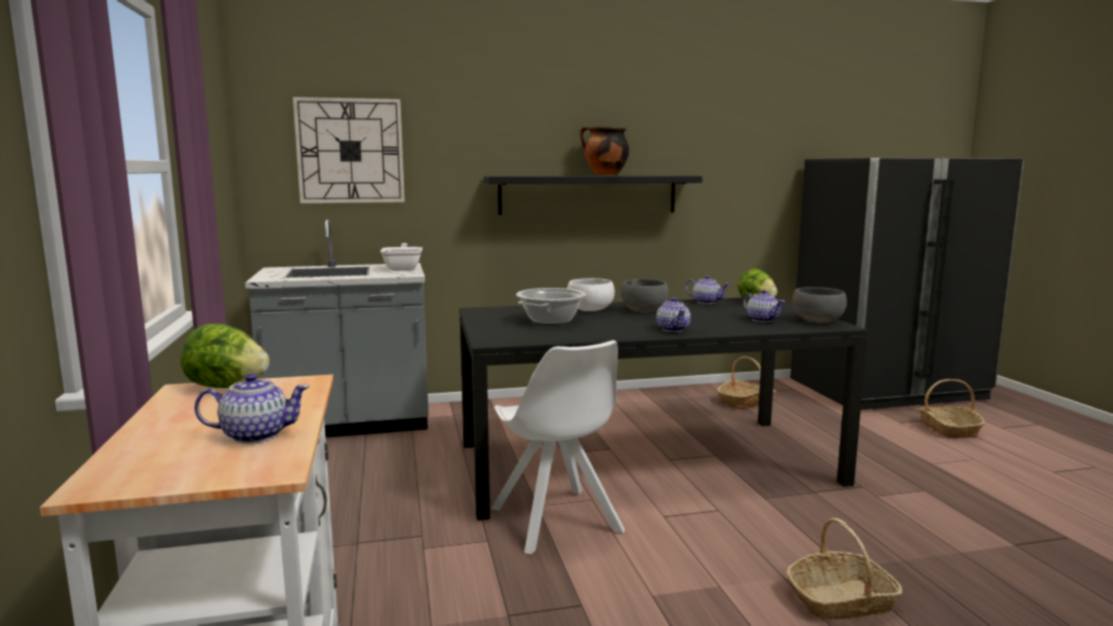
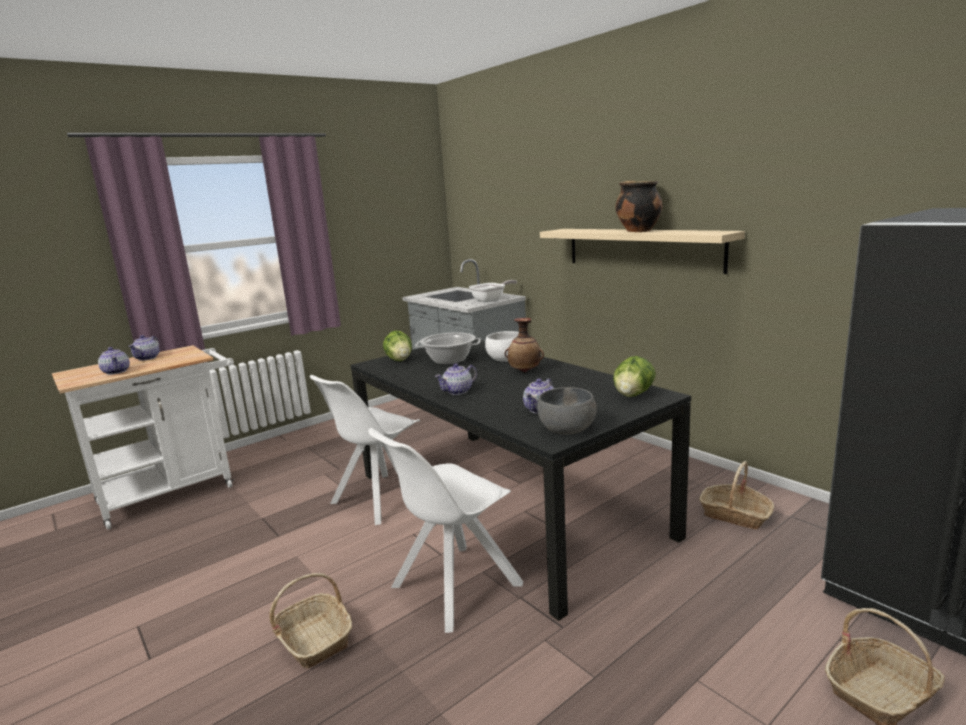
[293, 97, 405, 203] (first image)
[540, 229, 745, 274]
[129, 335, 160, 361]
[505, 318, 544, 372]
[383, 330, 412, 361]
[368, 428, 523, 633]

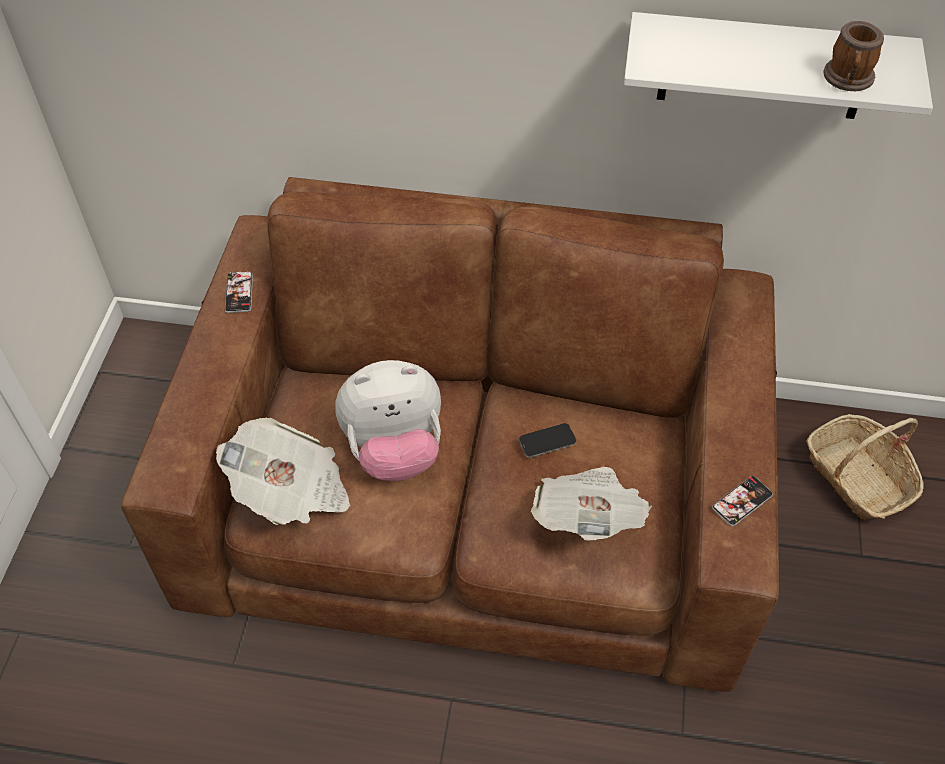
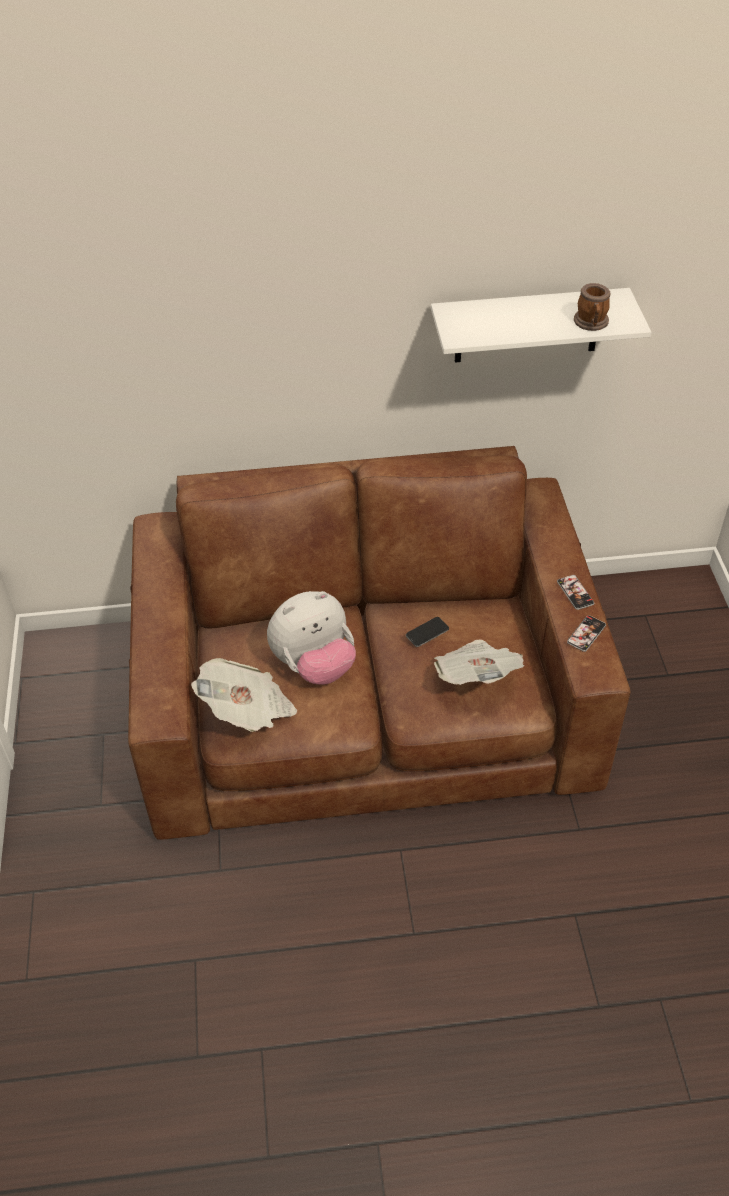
[557, 575, 594, 610]
[806, 414, 924, 520] (first image)

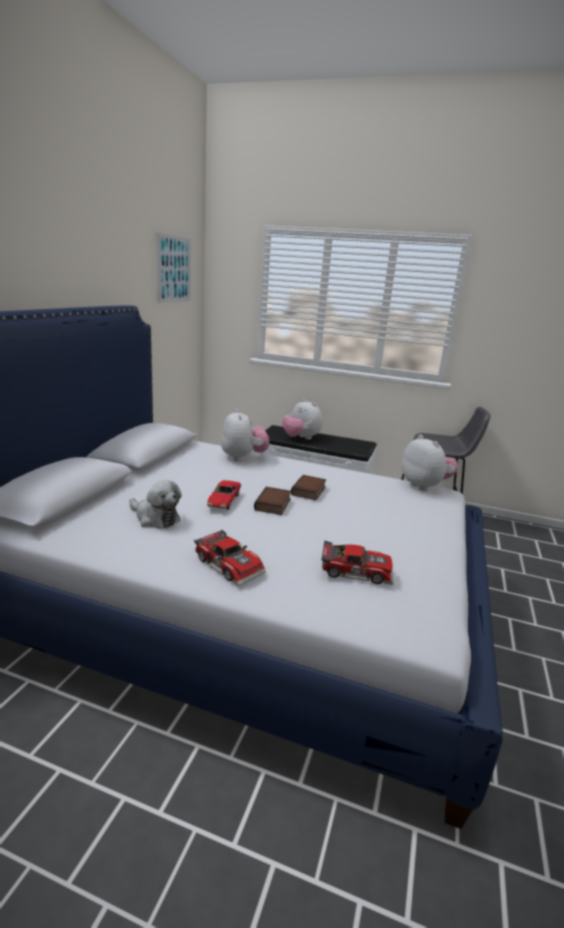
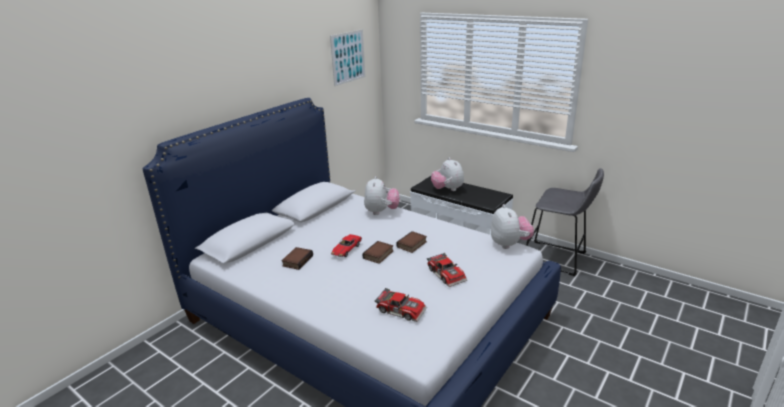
[282, 247, 313, 270]
[427, 253, 467, 287]

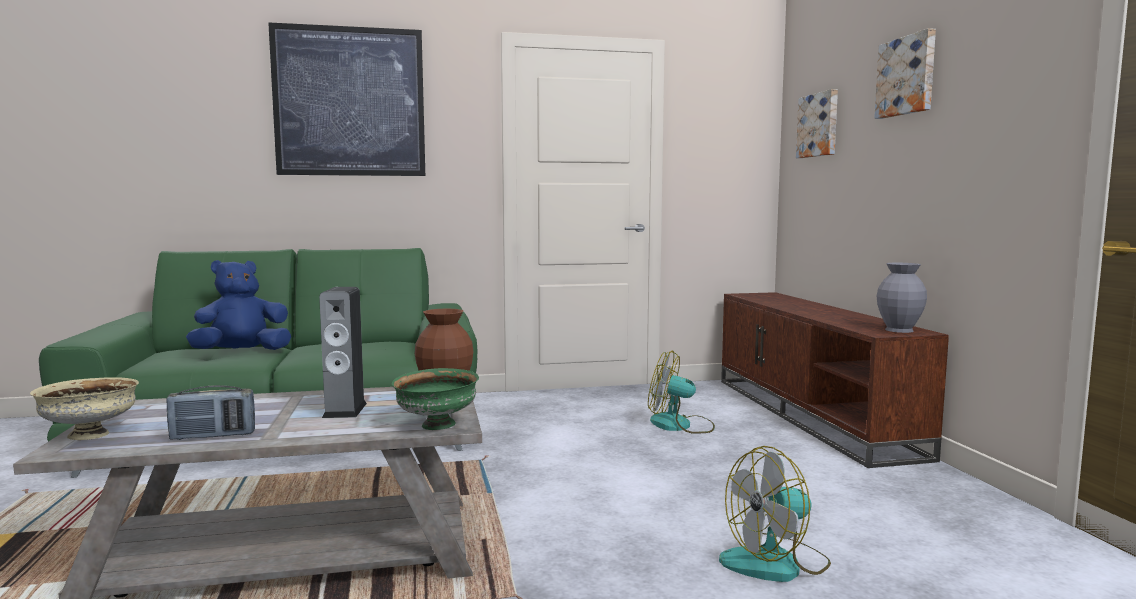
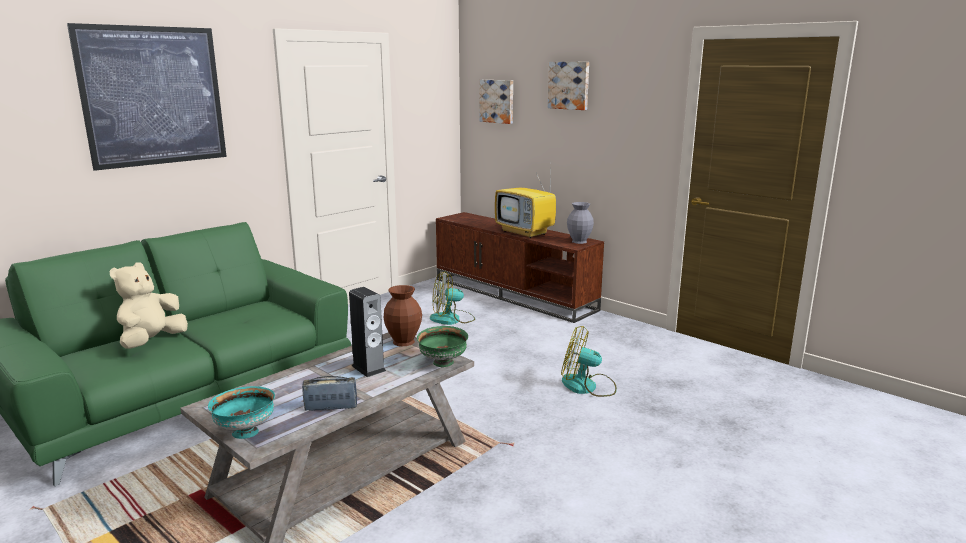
[110, 262, 188, 349]
[208, 386, 275, 439]
[302, 376, 357, 411]
[561, 326, 617, 397]
[495, 164, 556, 238]

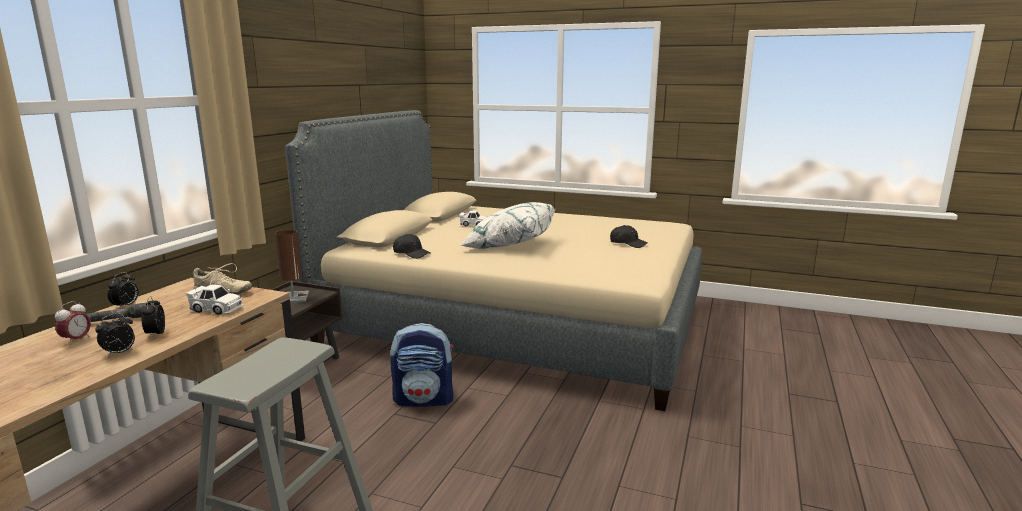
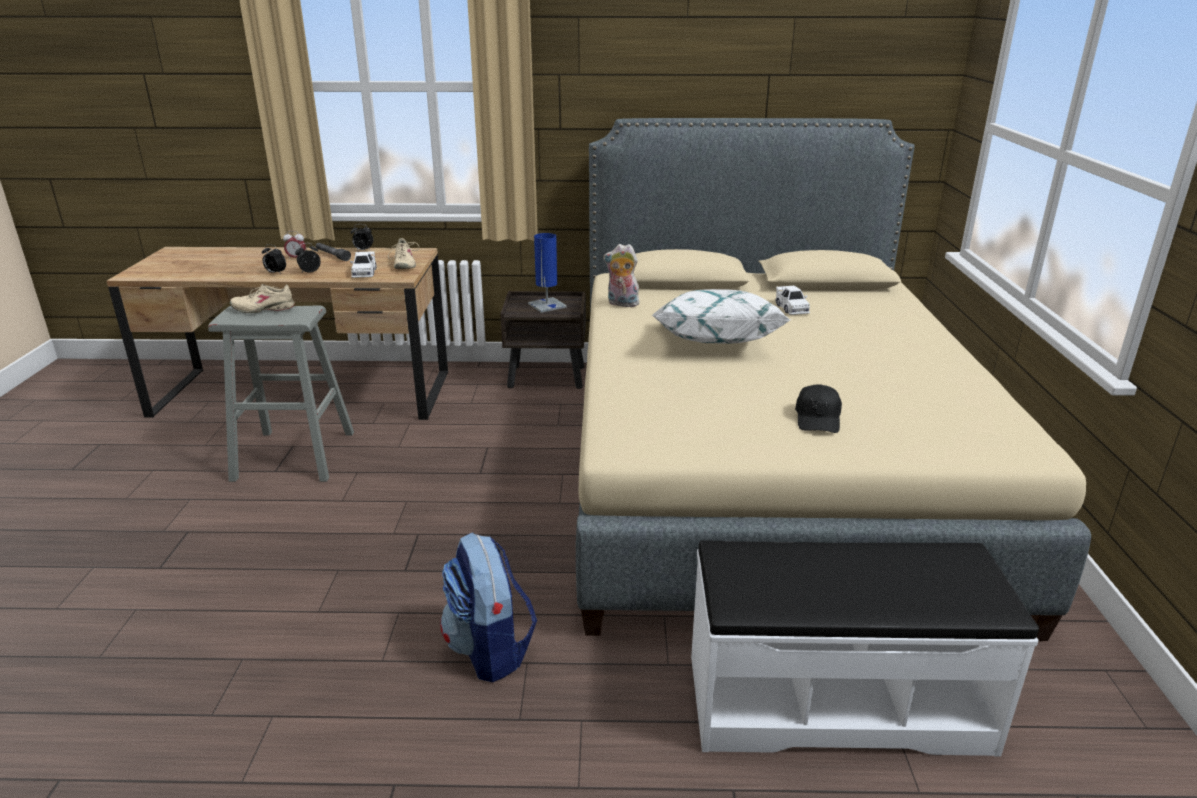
[528, 233, 567, 313]
[603, 244, 639, 307]
[440, 532, 537, 683]
[230, 284, 295, 313]
[691, 540, 1039, 756]

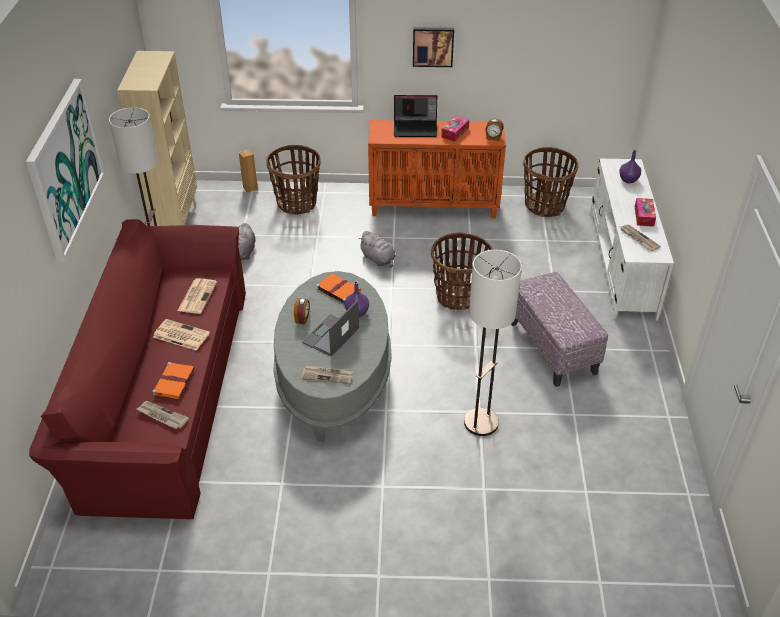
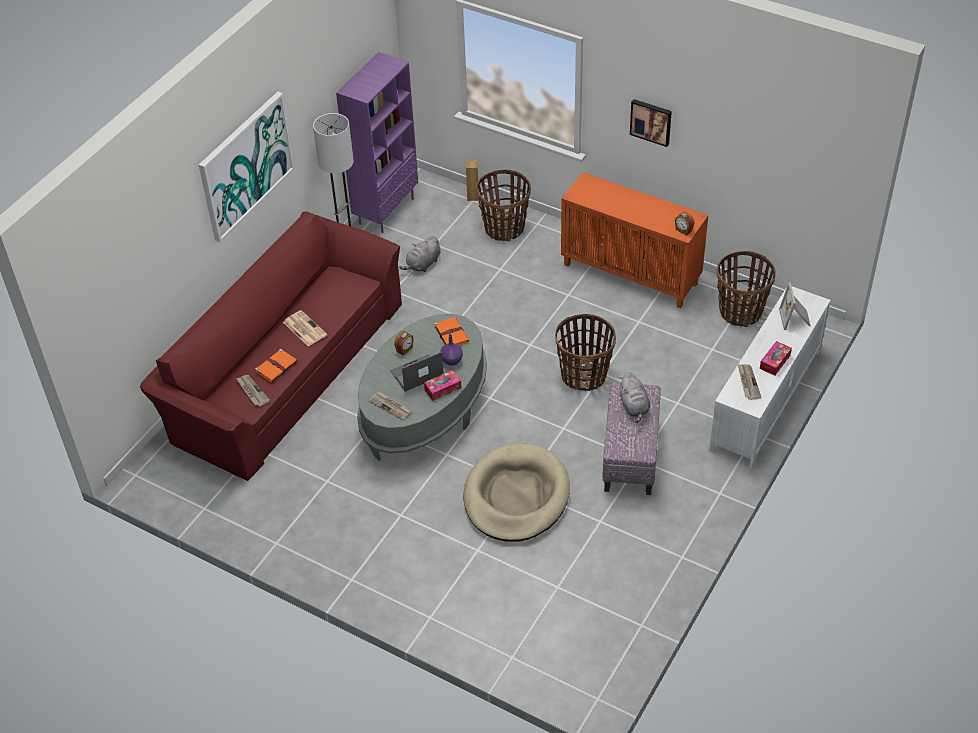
[336, 52, 418, 233]
[394, 95, 437, 137] (first image)
[424, 370, 461, 401]
[779, 282, 811, 330]
[620, 372, 650, 423]
[464, 443, 570, 542]
[177, 278, 217, 314] (first image)

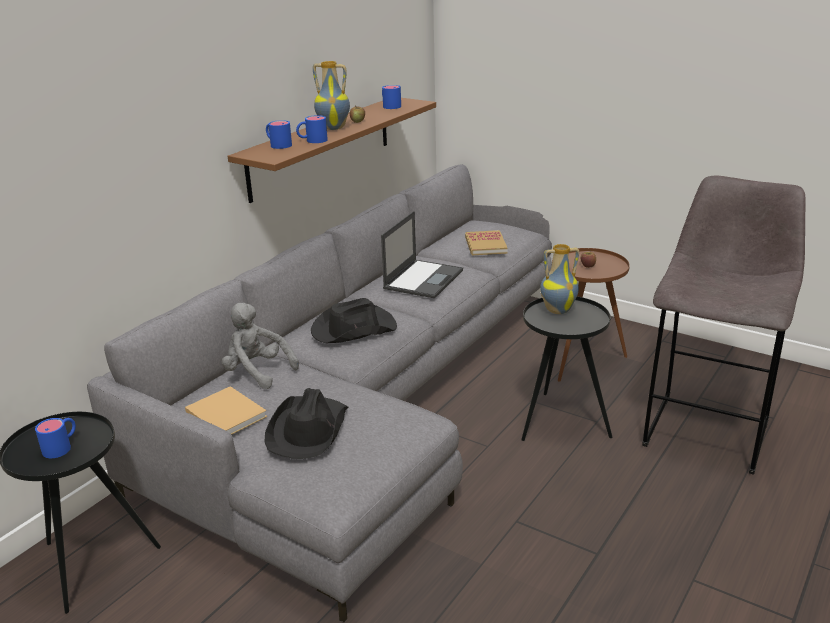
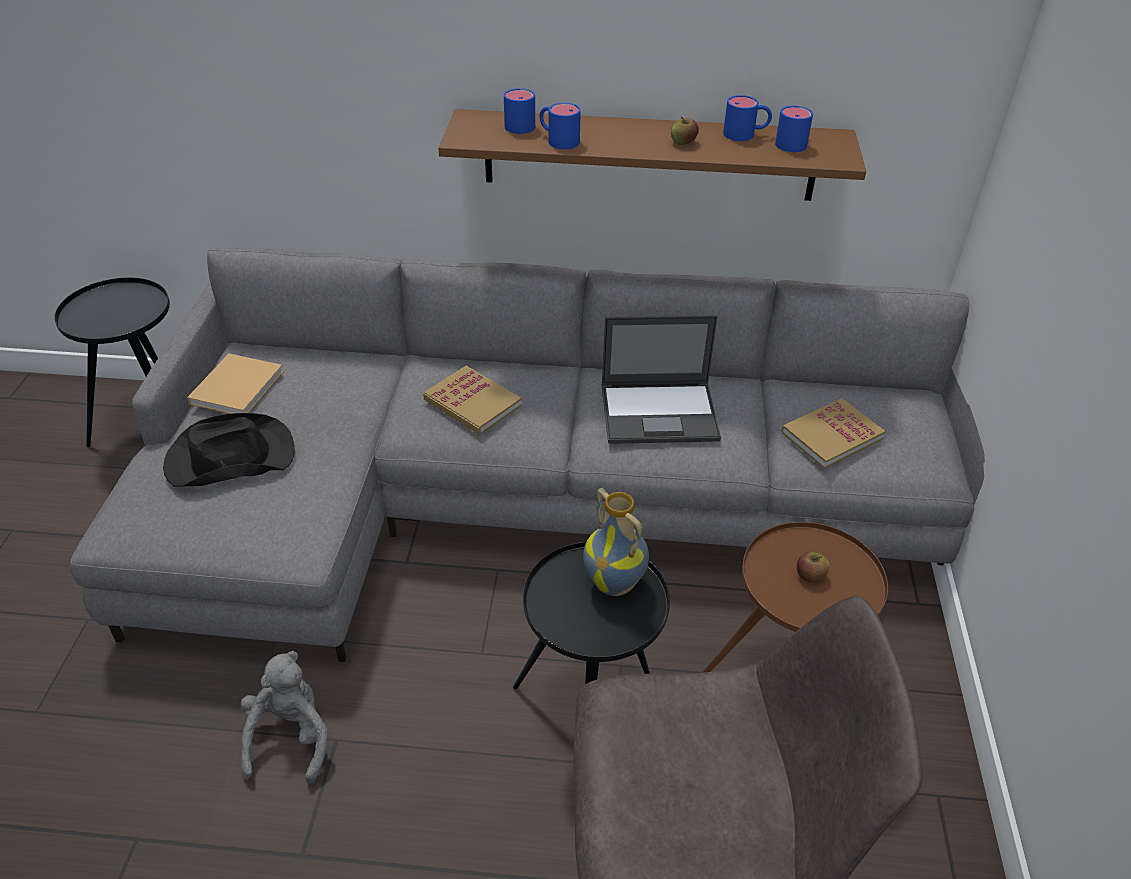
[313, 61, 350, 130] (first image)
[423, 365, 522, 435]
[240, 651, 328, 784]
[723, 95, 772, 141]

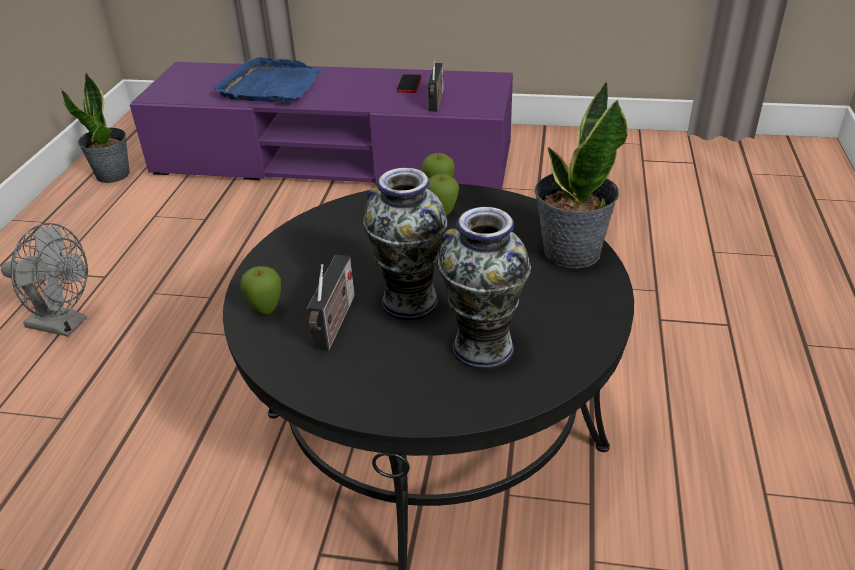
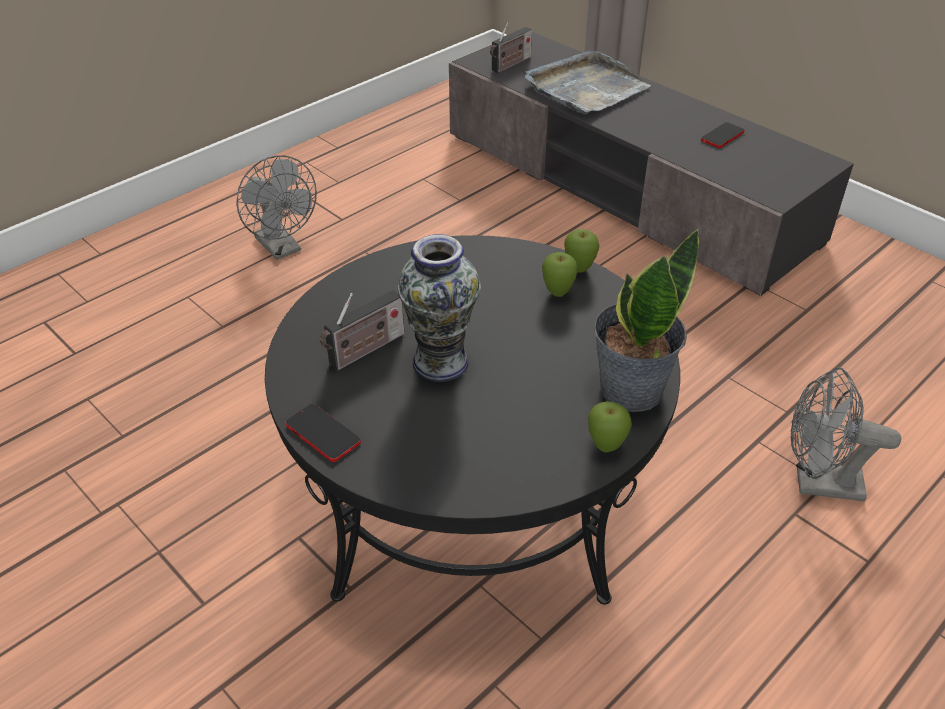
[525, 51, 651, 114]
[490, 21, 532, 73]
[449, 32, 854, 296]
[61, 73, 130, 183] (first image)
[438, 207, 531, 369] (first image)
[588, 401, 632, 453]
[791, 367, 901, 501]
[286, 404, 361, 462]

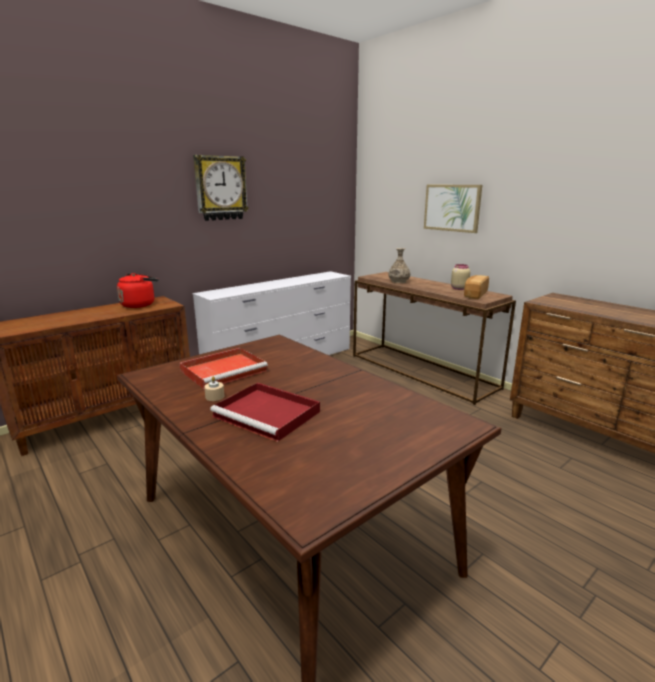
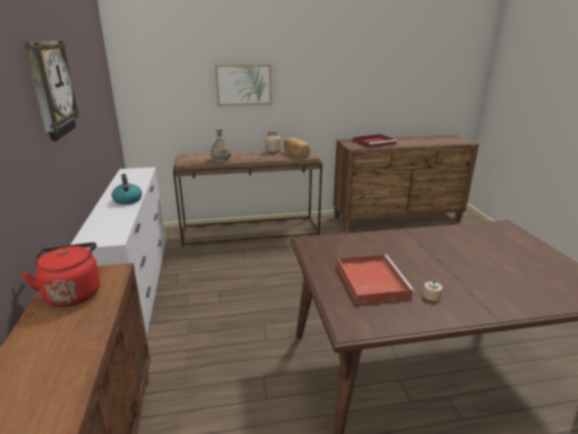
[353, 134, 397, 148]
[112, 174, 142, 205]

